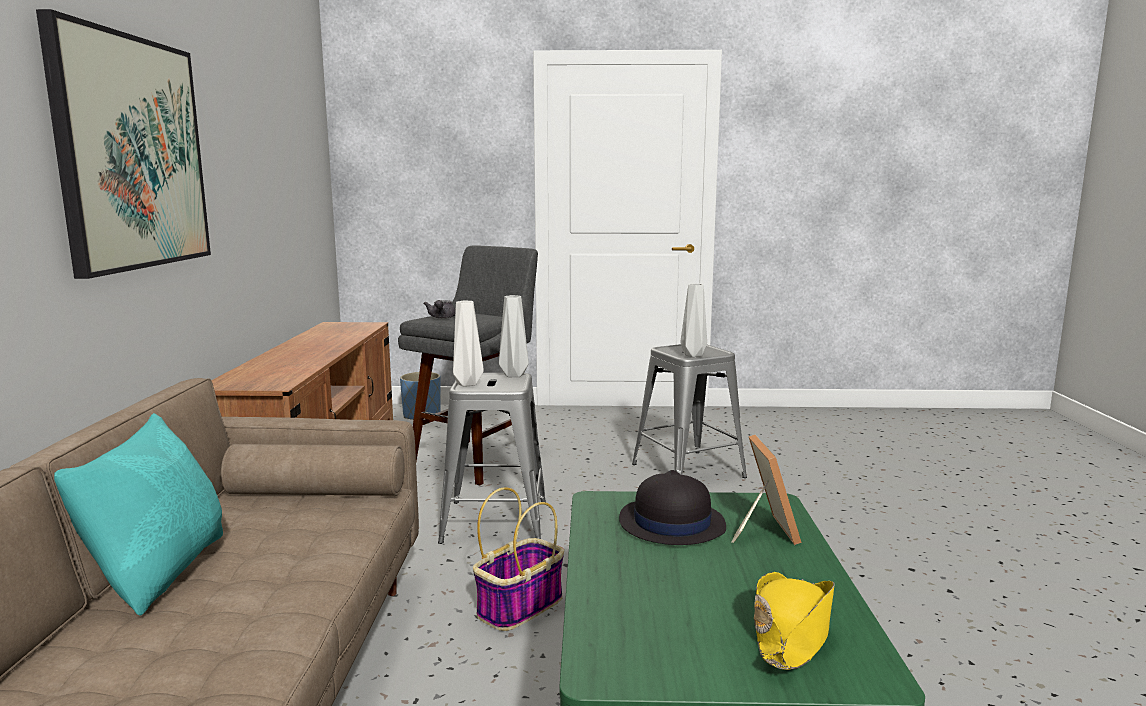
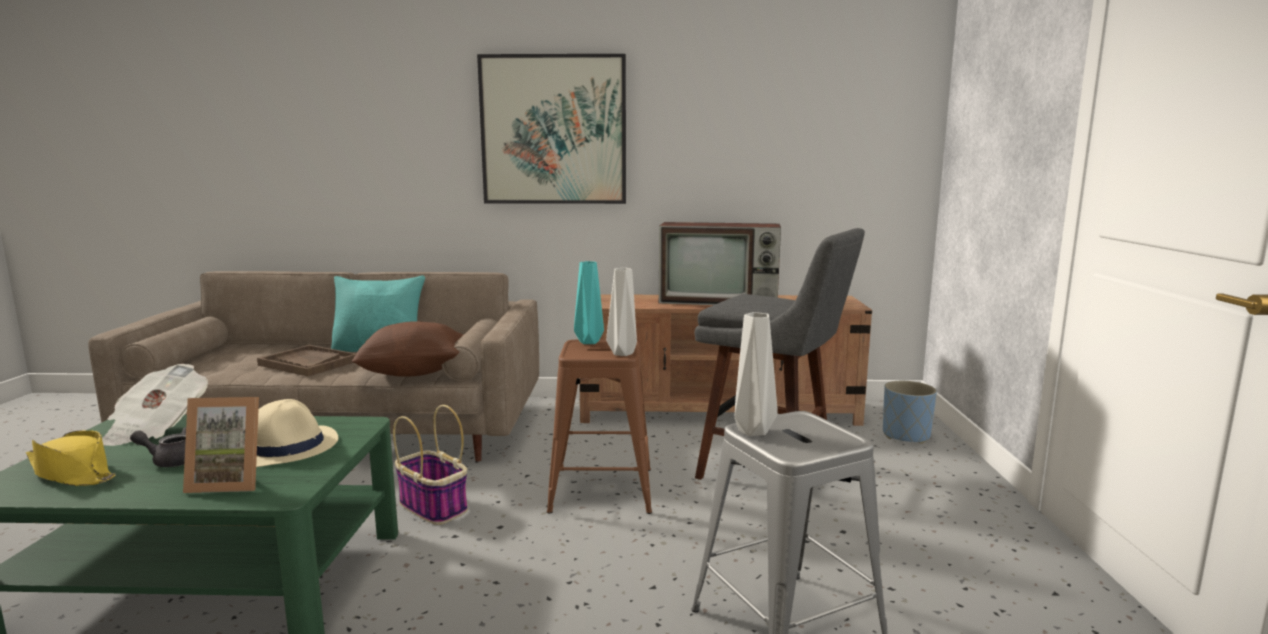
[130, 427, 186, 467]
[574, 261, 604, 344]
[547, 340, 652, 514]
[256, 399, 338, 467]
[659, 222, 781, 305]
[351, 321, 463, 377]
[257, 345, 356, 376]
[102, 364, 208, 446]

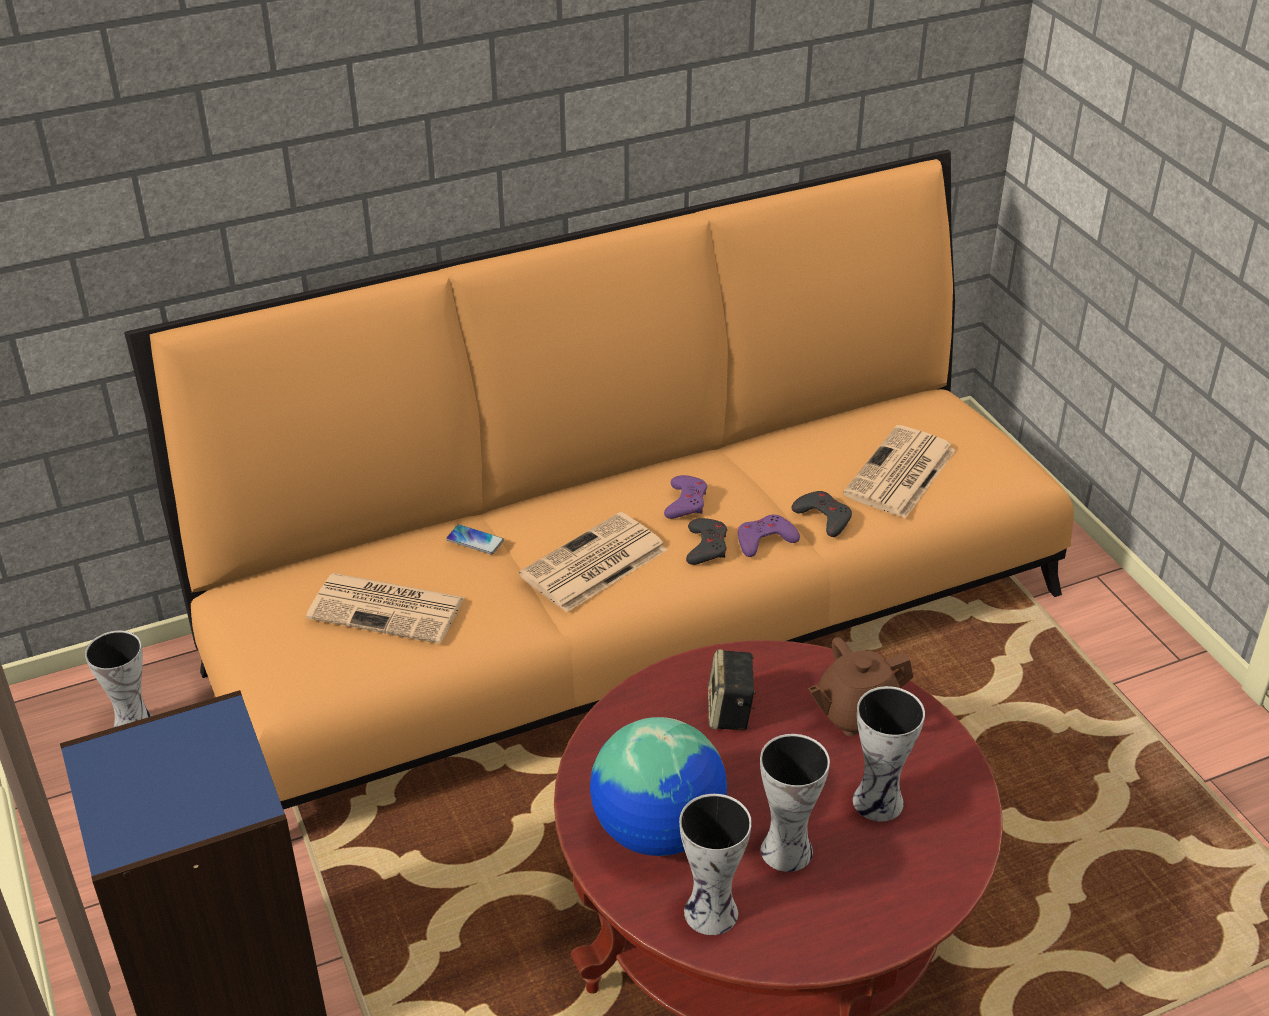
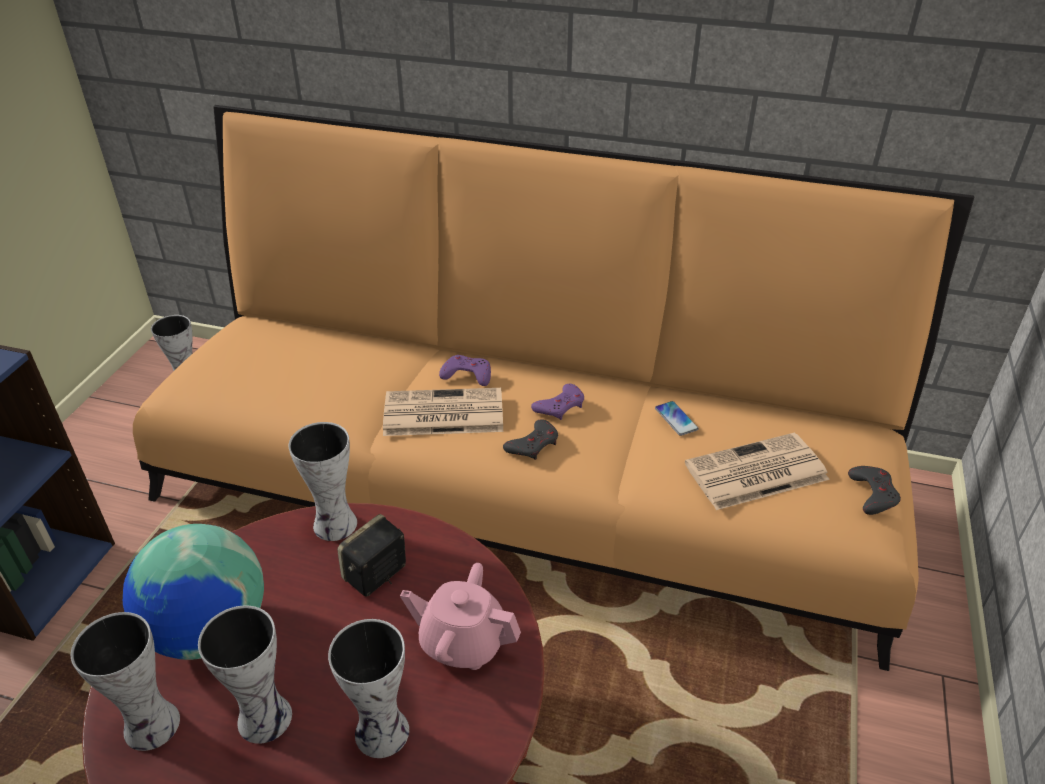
[848, 466, 901, 515]
[439, 355, 491, 386]
[655, 401, 699, 436]
[306, 573, 465, 644] (first image)
[400, 563, 521, 670]
[288, 422, 357, 541]

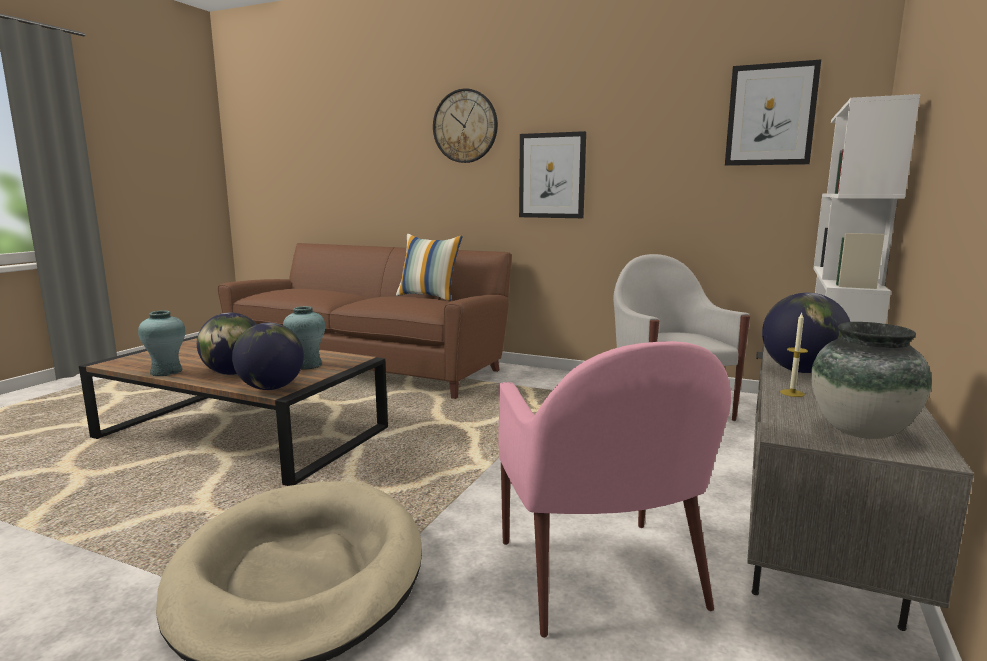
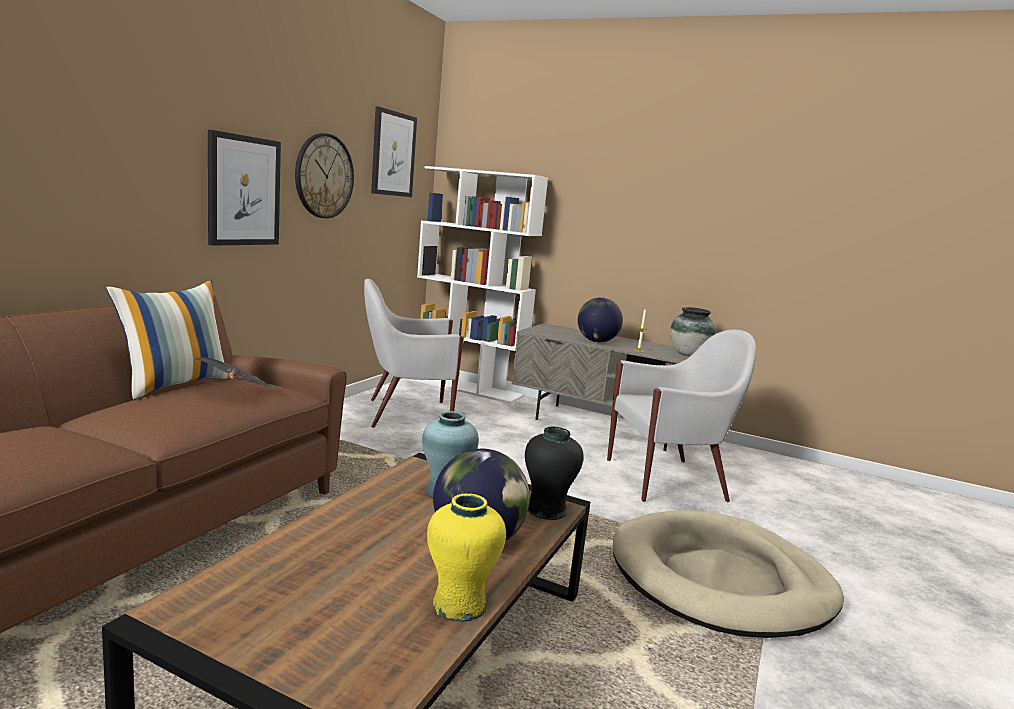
[295, 133, 354, 218]
[427, 494, 506, 622]
[525, 427, 584, 520]
[607, 330, 756, 502]
[194, 357, 273, 387]

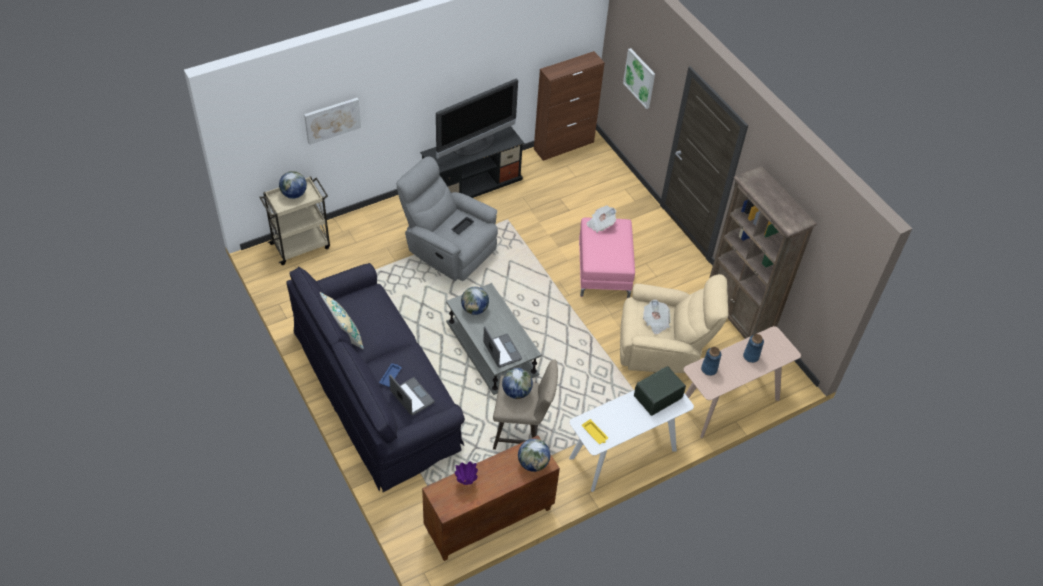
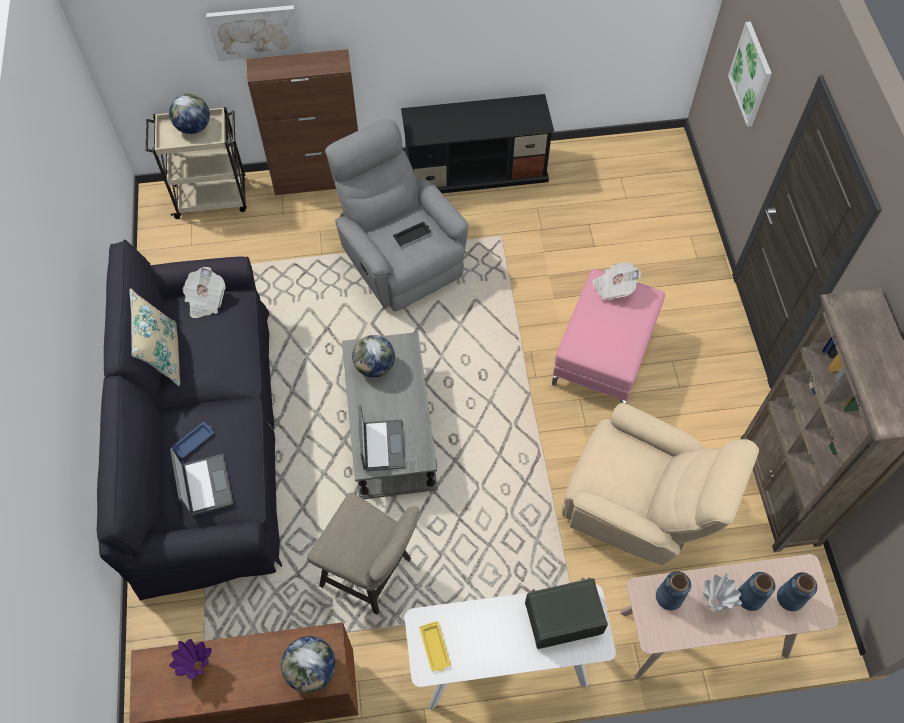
[247, 49, 358, 195]
[436, 78, 518, 159] (first image)
[183, 267, 225, 318]
[502, 368, 533, 399] (first image)
[777, 572, 817, 611]
[703, 574, 742, 612]

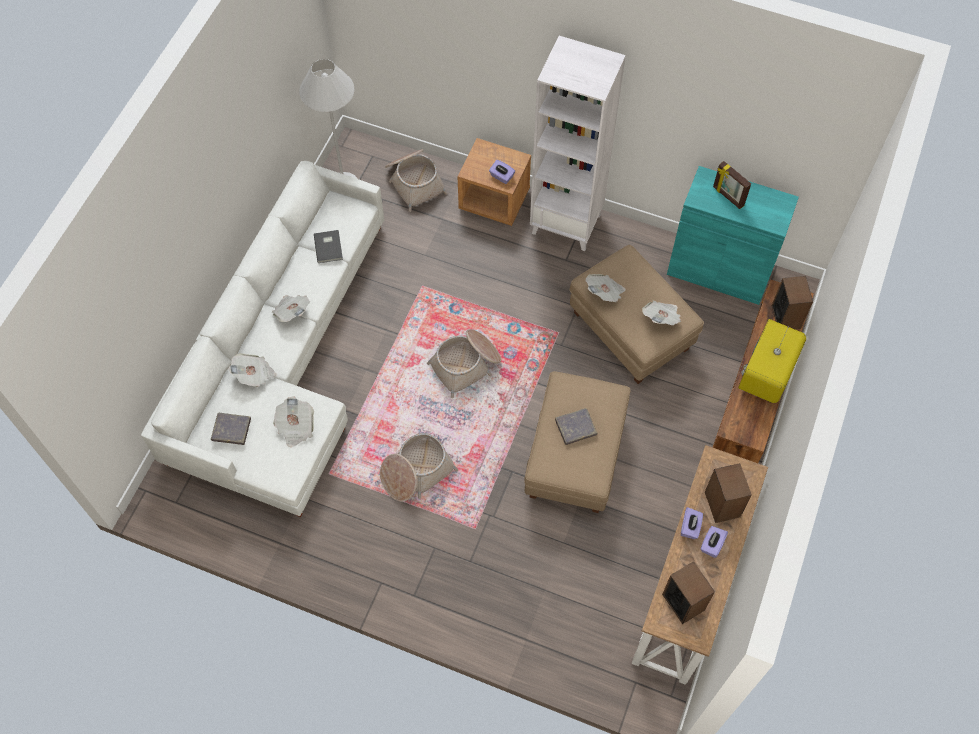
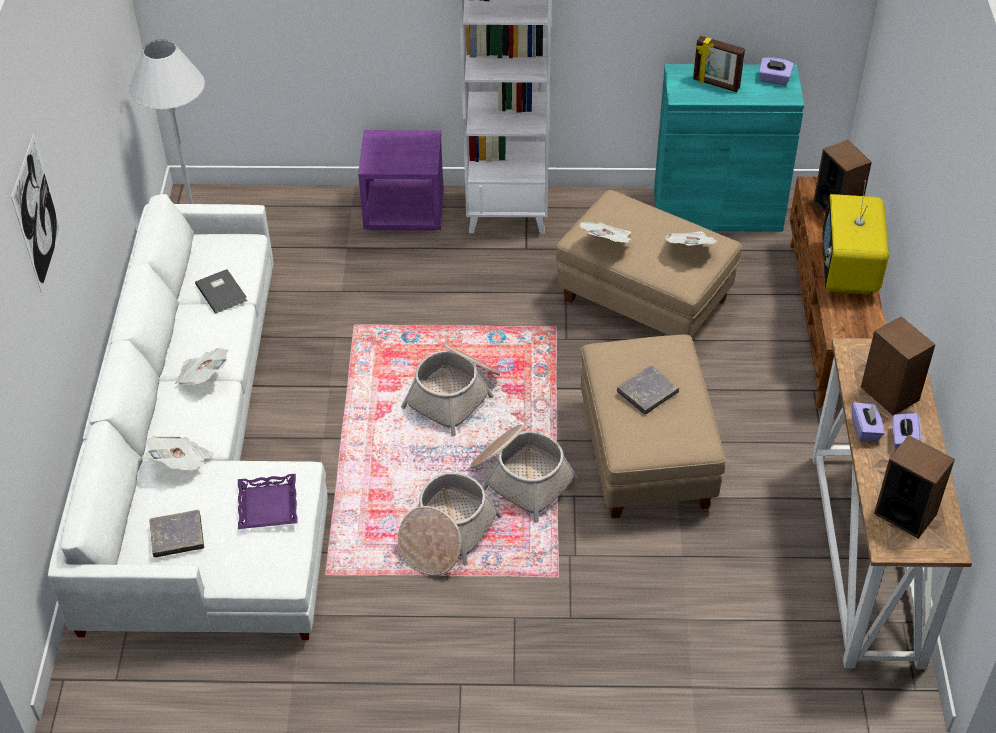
[358, 130, 444, 231]
[470, 424, 579, 523]
[759, 57, 794, 85]
[238, 474, 298, 529]
[11, 133, 62, 293]

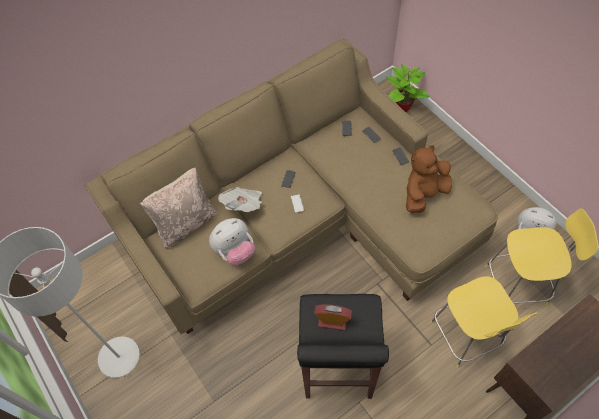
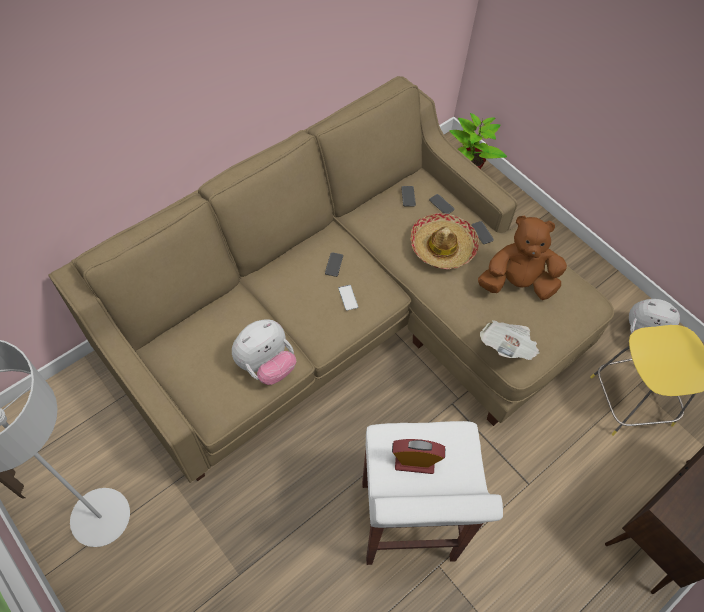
[478, 216, 567, 300]
[140, 168, 218, 248] (first image)
[480, 320, 540, 360]
[430, 276, 538, 368] (first image)
[362, 421, 503, 565]
[410, 213, 479, 269]

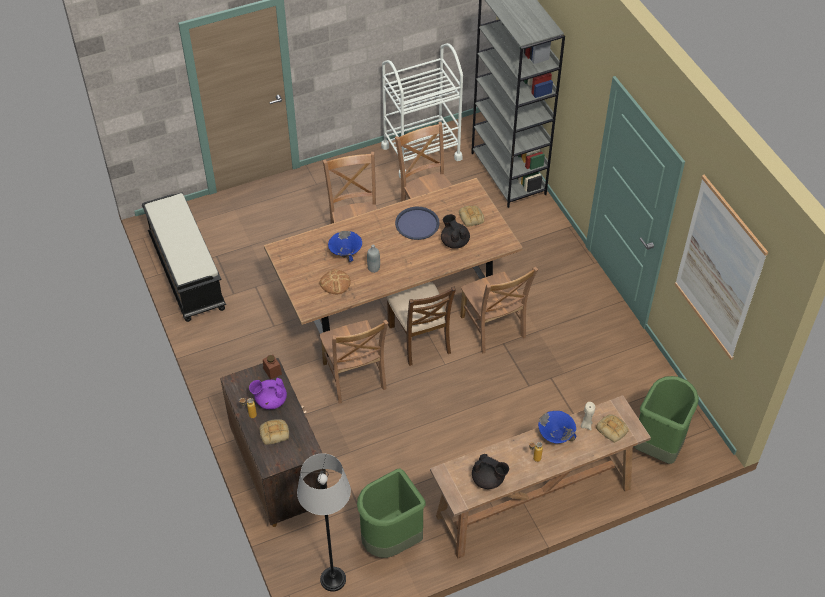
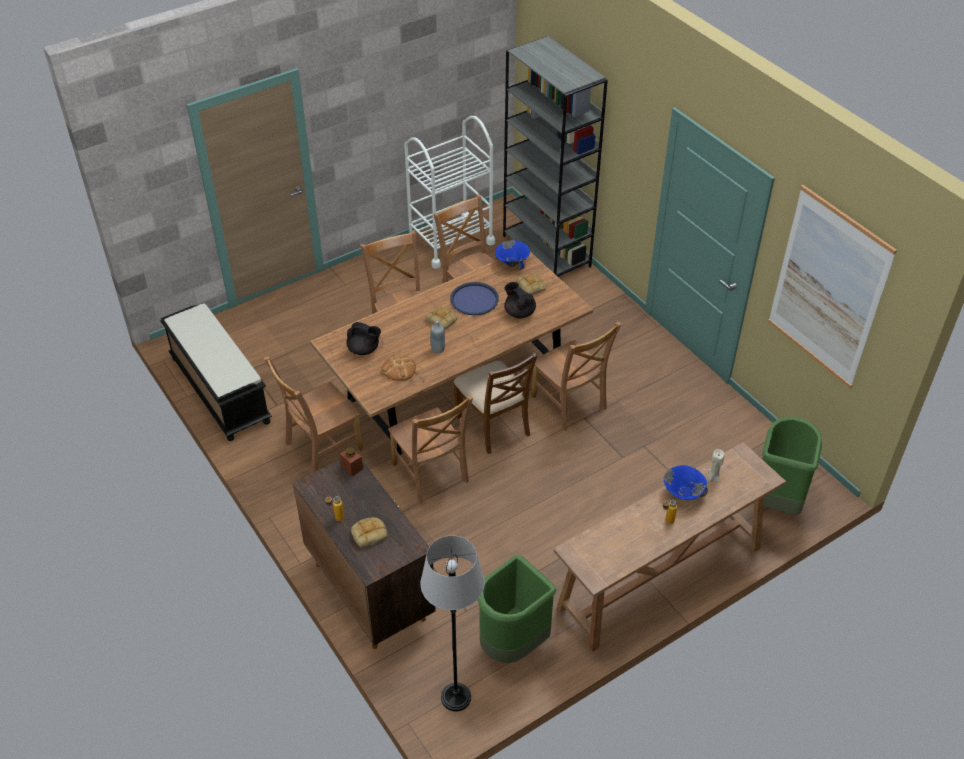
[495, 240, 530, 270]
[249, 378, 287, 409] (first image)
[426, 306, 457, 330]
[346, 322, 381, 355]
[264, 356, 363, 473]

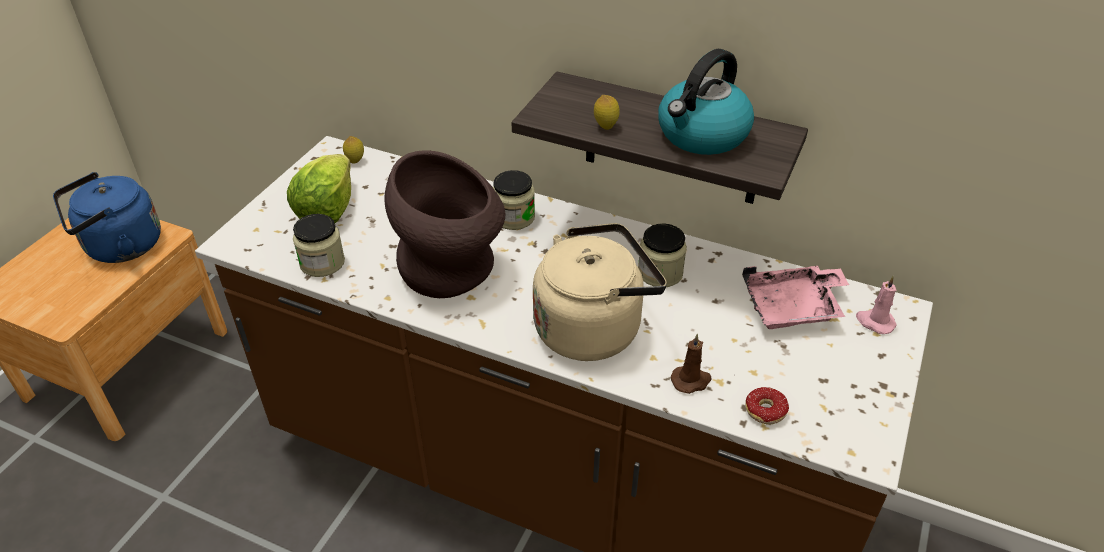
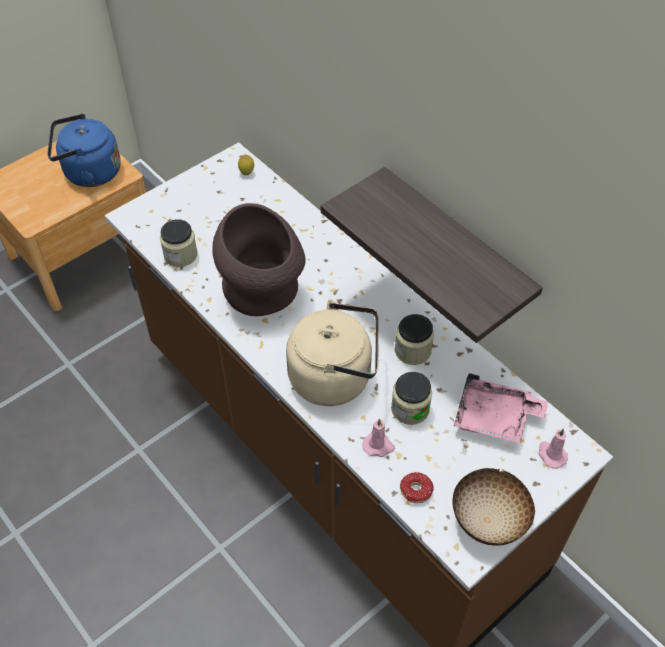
[658, 49, 754, 155] (first image)
[594, 95, 620, 130] (first image)
[287, 154, 351, 223] (first image)
[391, 372, 432, 425]
[362, 419, 395, 457]
[453, 468, 535, 546]

